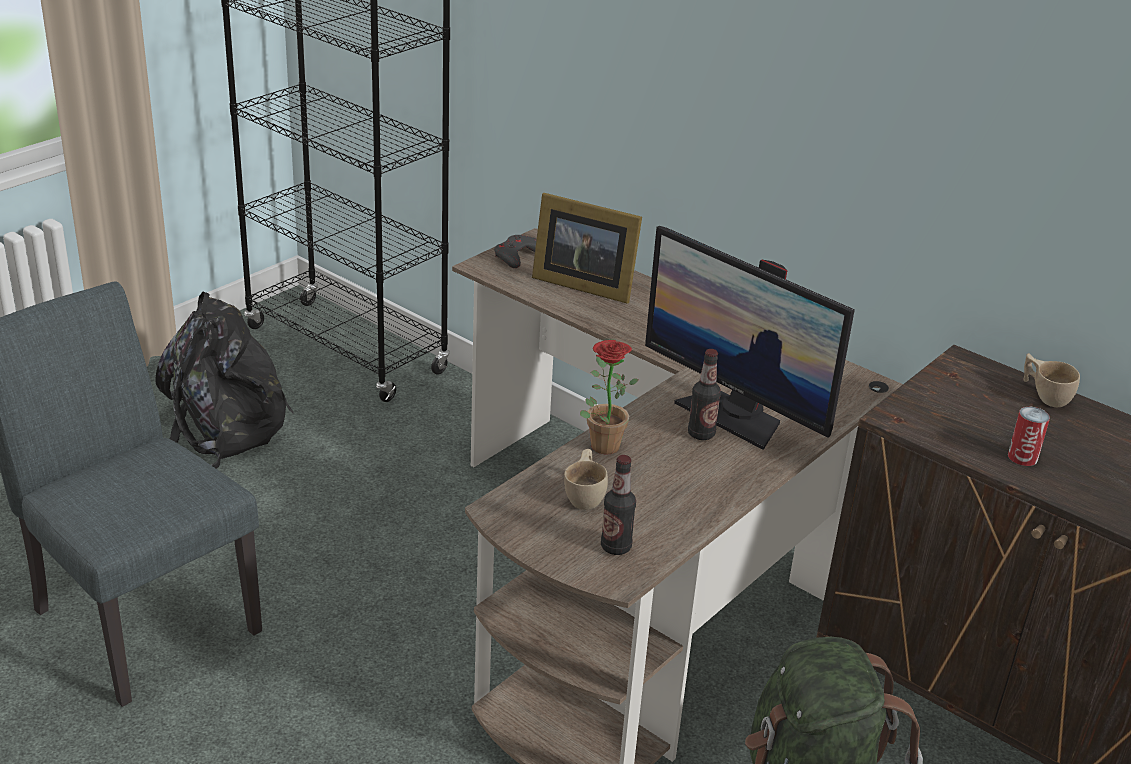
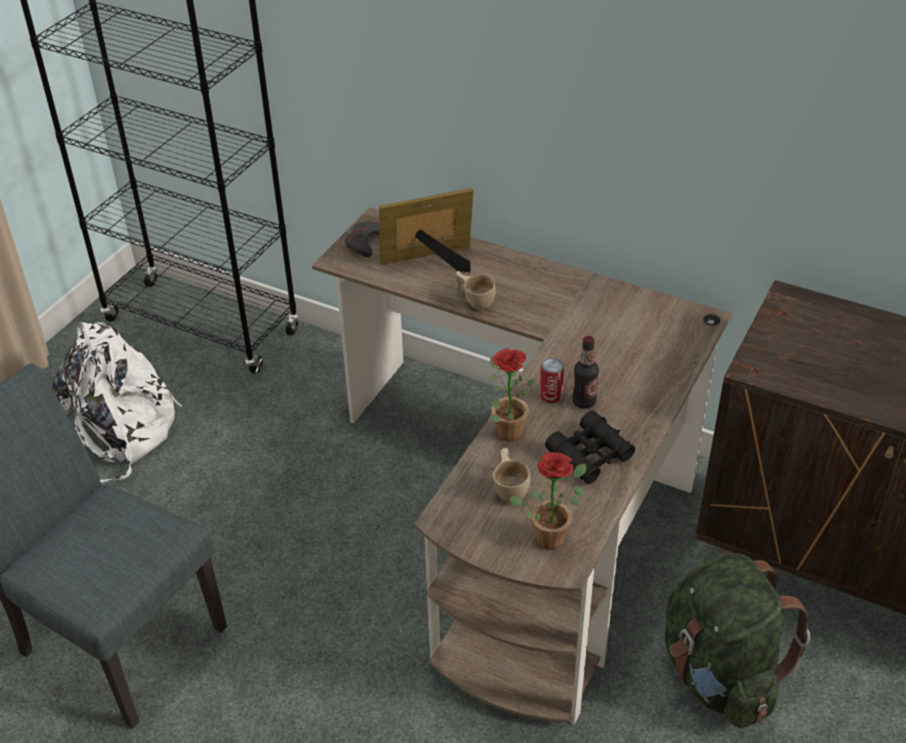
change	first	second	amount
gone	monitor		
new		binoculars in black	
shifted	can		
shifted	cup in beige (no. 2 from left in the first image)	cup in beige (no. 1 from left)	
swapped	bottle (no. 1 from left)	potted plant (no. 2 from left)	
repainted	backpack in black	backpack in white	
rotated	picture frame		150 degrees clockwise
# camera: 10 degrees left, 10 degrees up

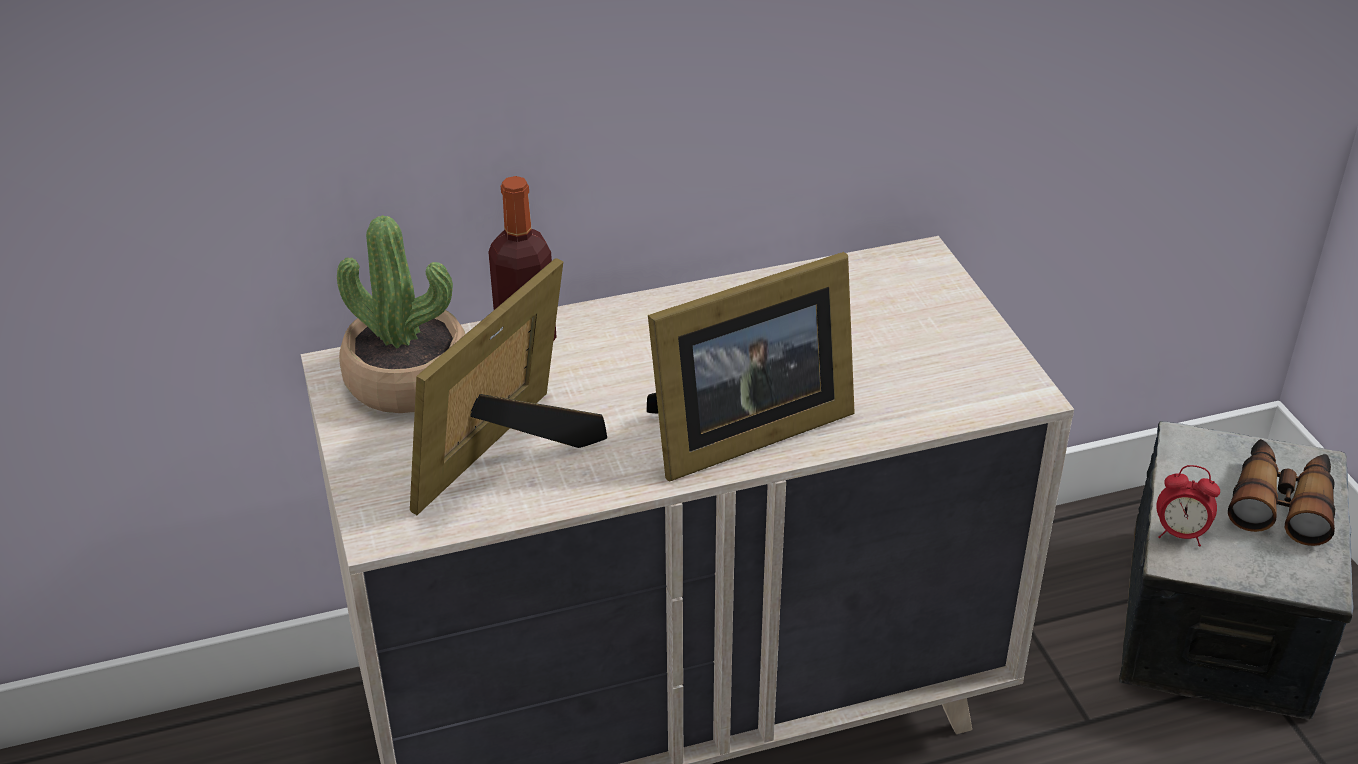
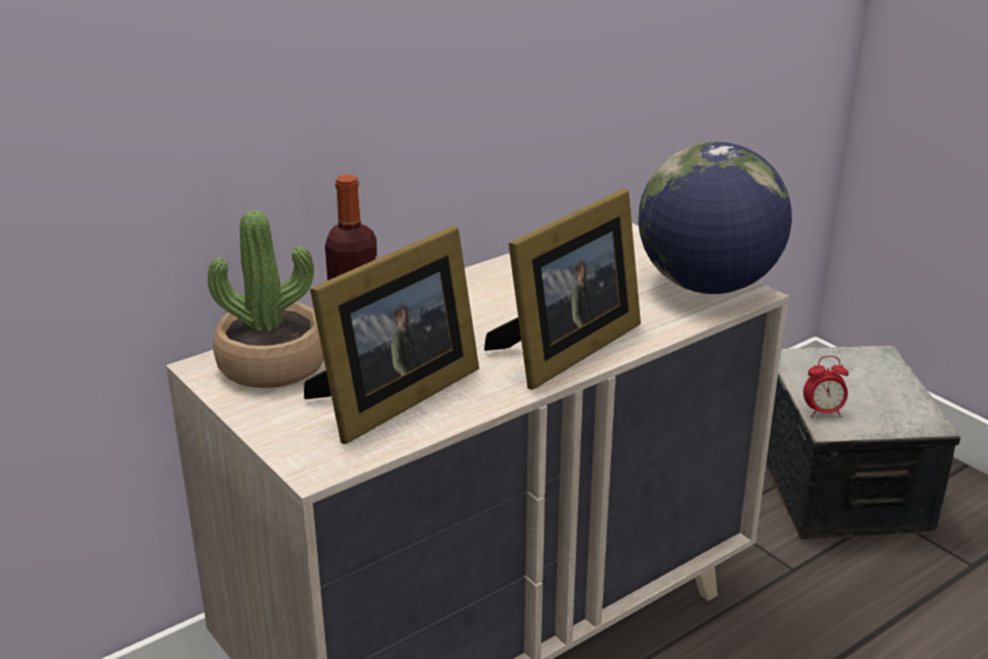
change	first	second	amount
gone	binoculars		
new		globe	
rotated	picture frame (no. 1 from left)		150 degrees counterclockwise
# camera: 20 degrees left, 10 degrees down

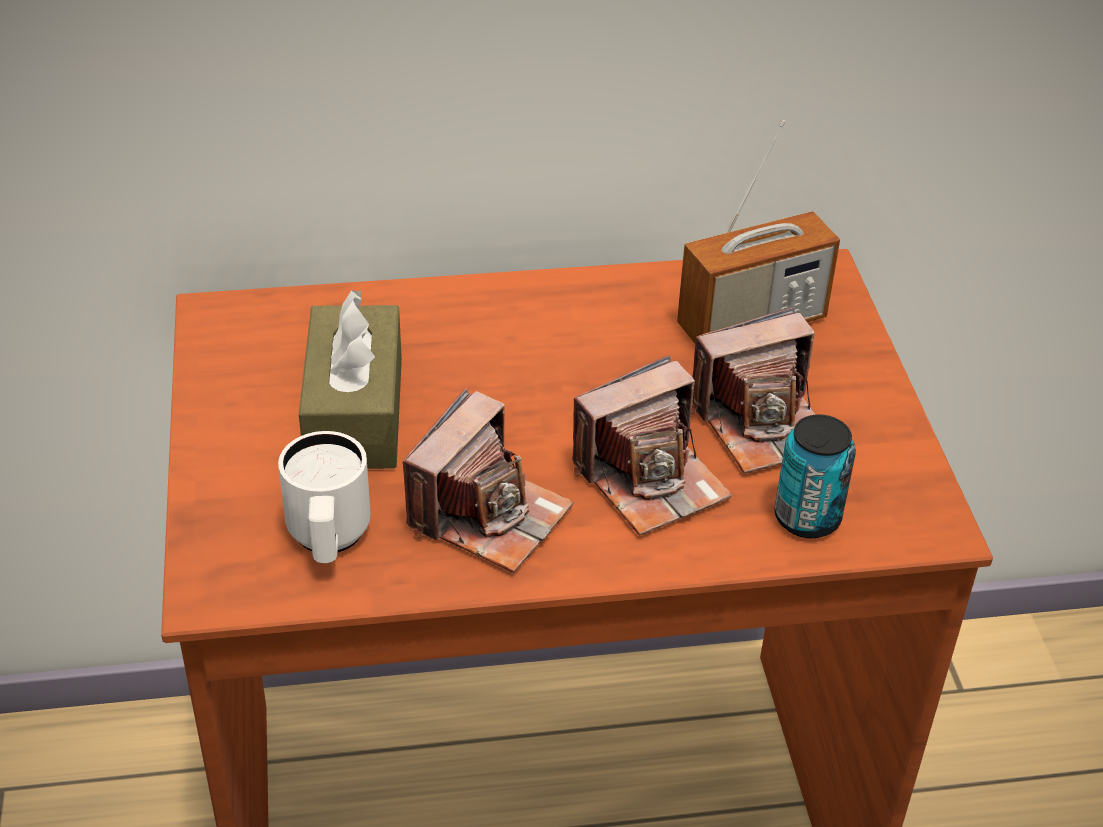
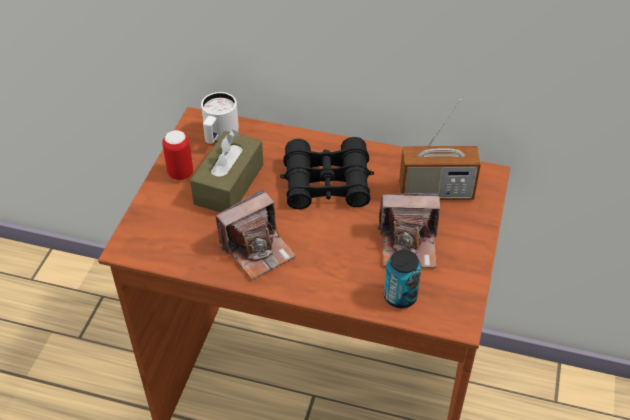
change	first	second	amount
gone	photo camera (no. 2 from left)		
new		can (no. 1 from left)	
new		binoculars in black	
shifted	mug in white		
# camera: 25 degrees right, 5 degrees up

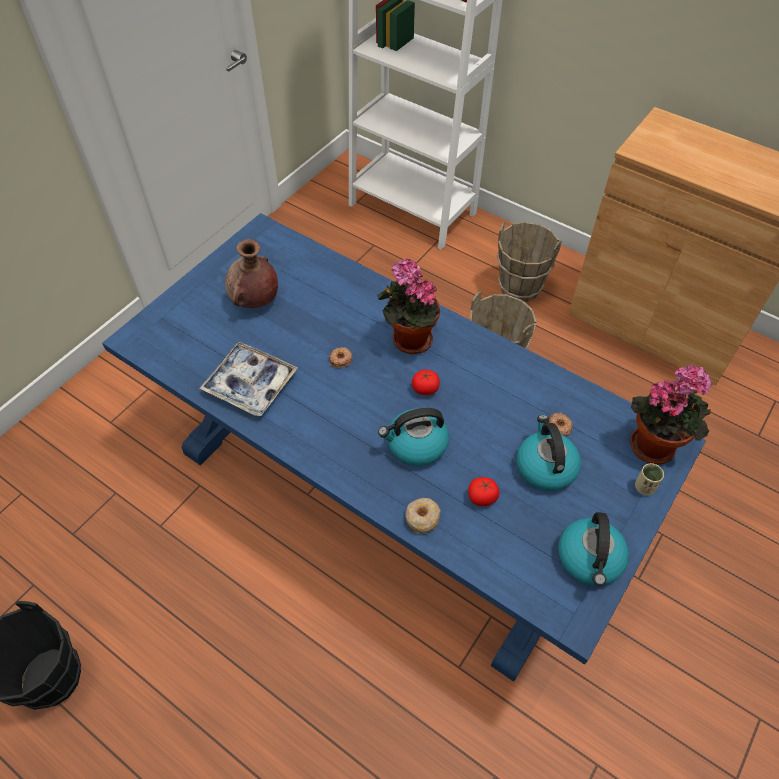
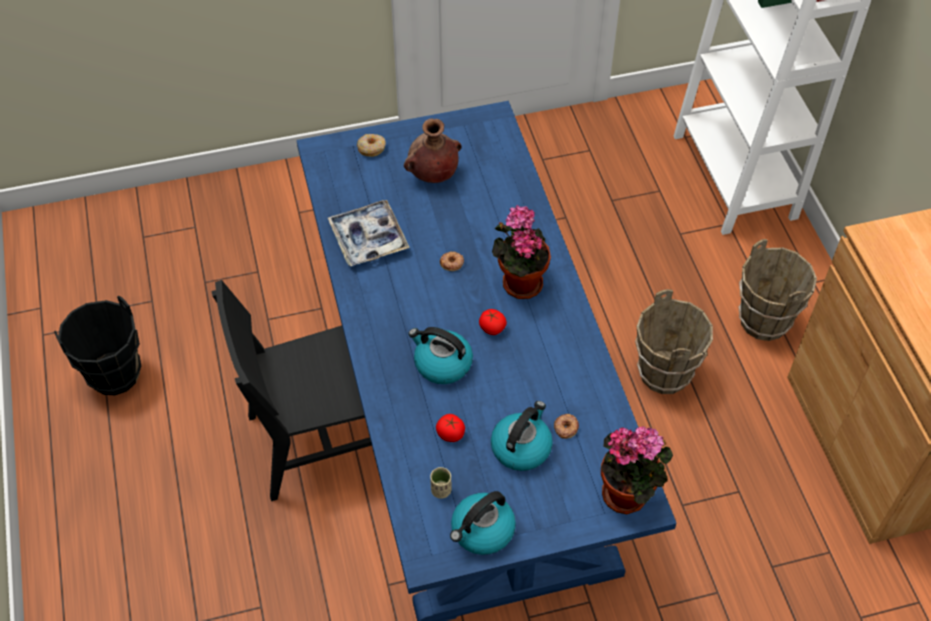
change	first	second	amount
new		chair in black	
shifted	donut (no. 2 from left in the first image)	donut (no. 1 from left)	
shifted	cup in beige		
# camera: 40 degrees right, 0 degrees up

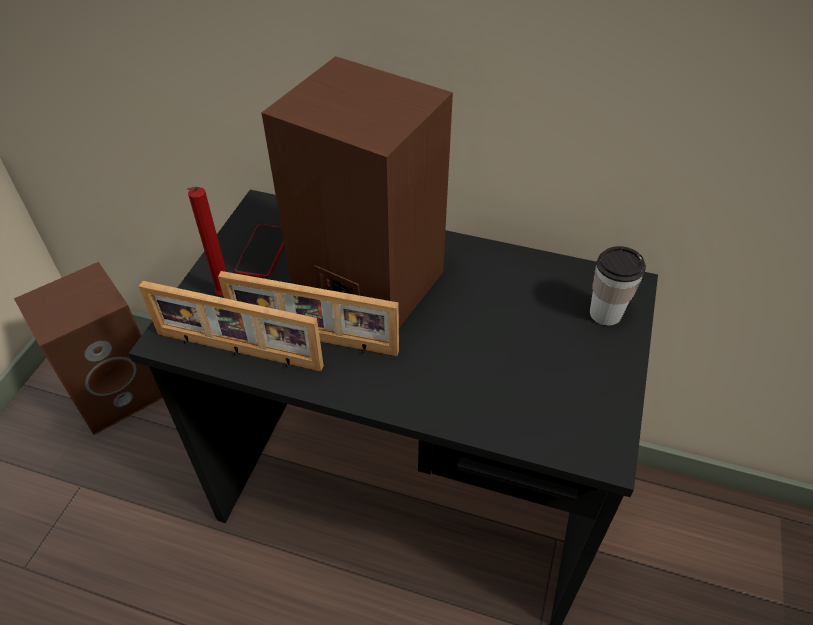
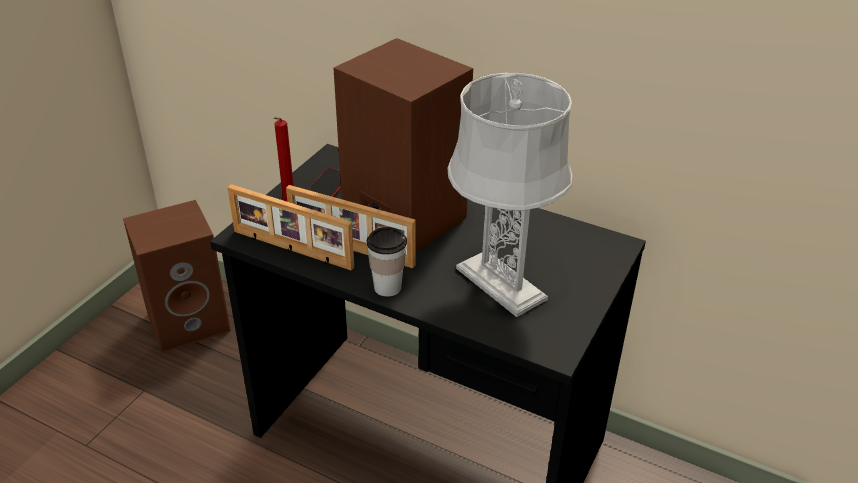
change	first	second	amount
new		table lamp in grey	
shifted	cup		
# camera: 10 degrees right, 10 degrees down

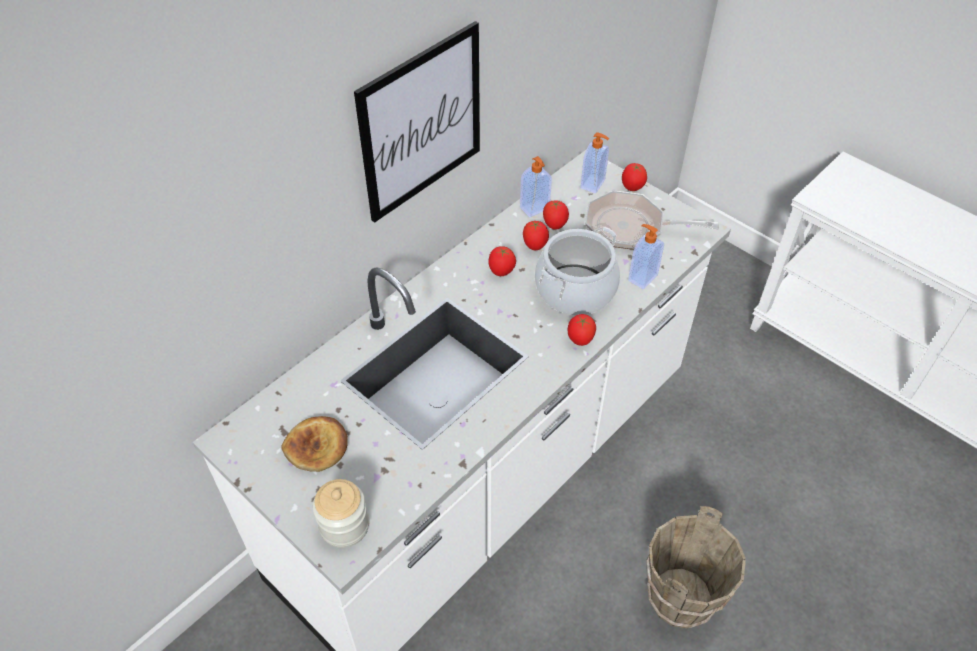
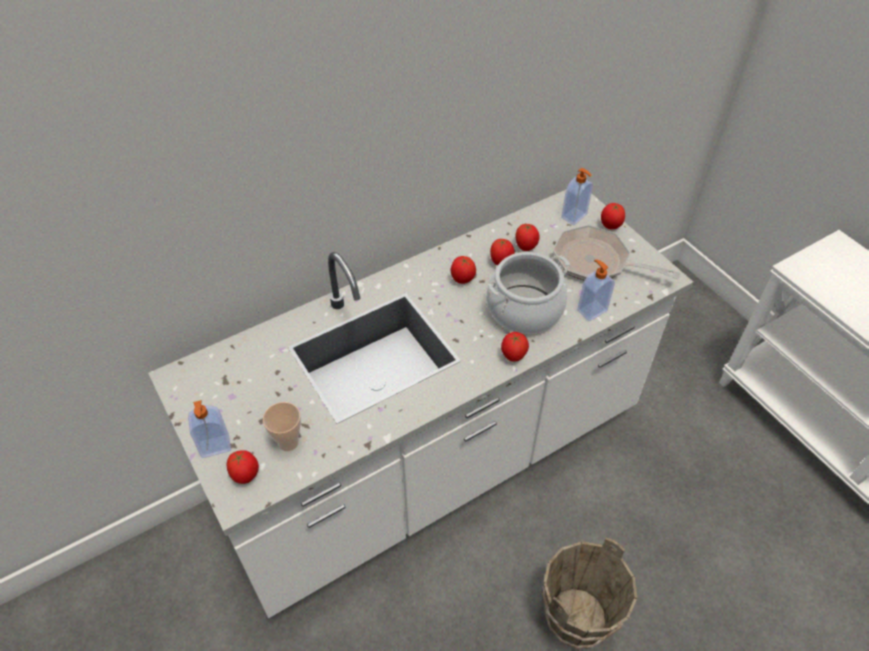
change	first	second	amount
gone	bread		
gone	picture		
new		cup	
shifted	soap dispenser (no. 1 from left)		
swapped	jar	tomato (no. 1 from left)	
# camera: 15 degrees right, 0 degrees up

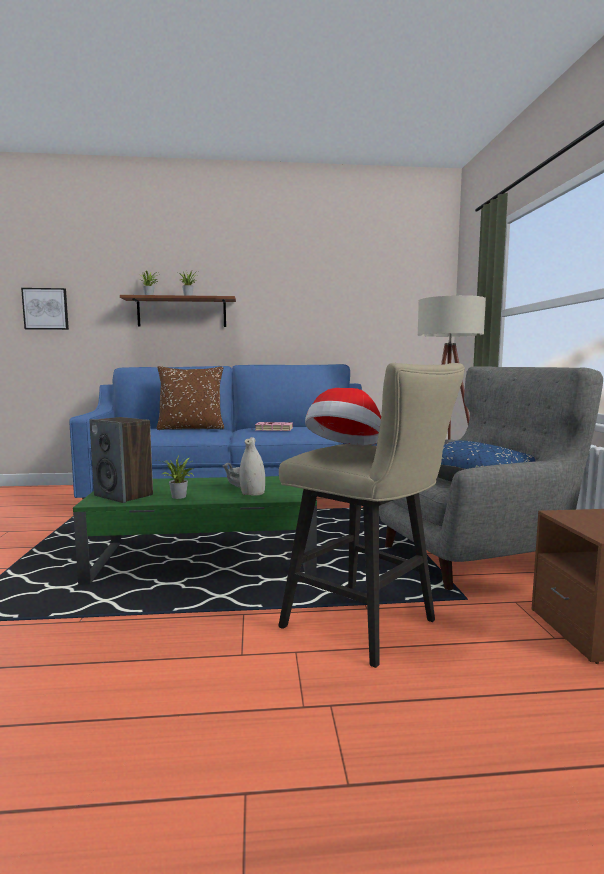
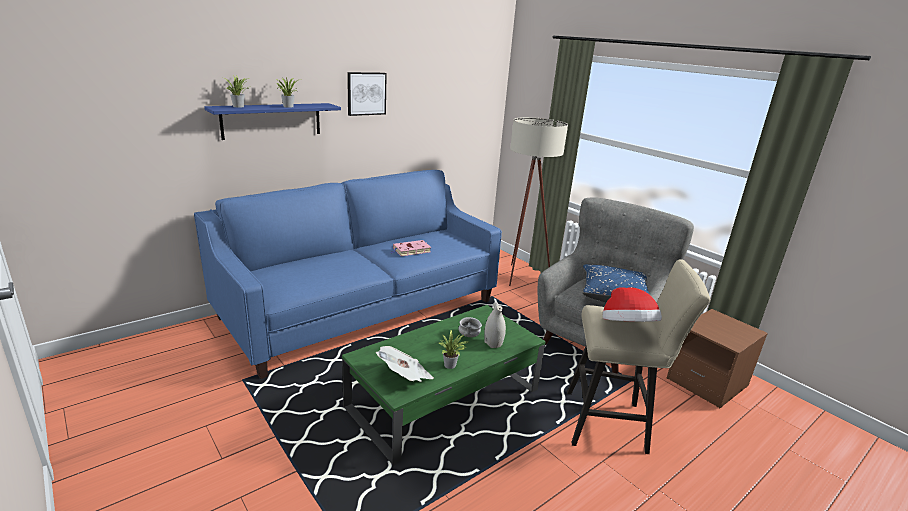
change	first	second	amount
gone	pillow in brown		
shifted	picture		
swapped	speaker	newspaper	
repainted	shelf in brown	shelf in blue	
# camera: 35 degrees left, 15 degrees up

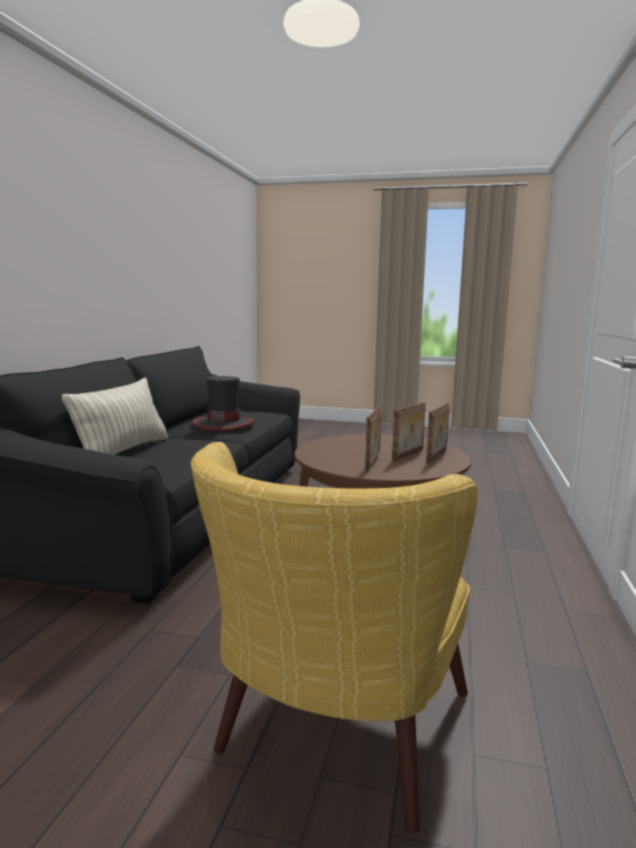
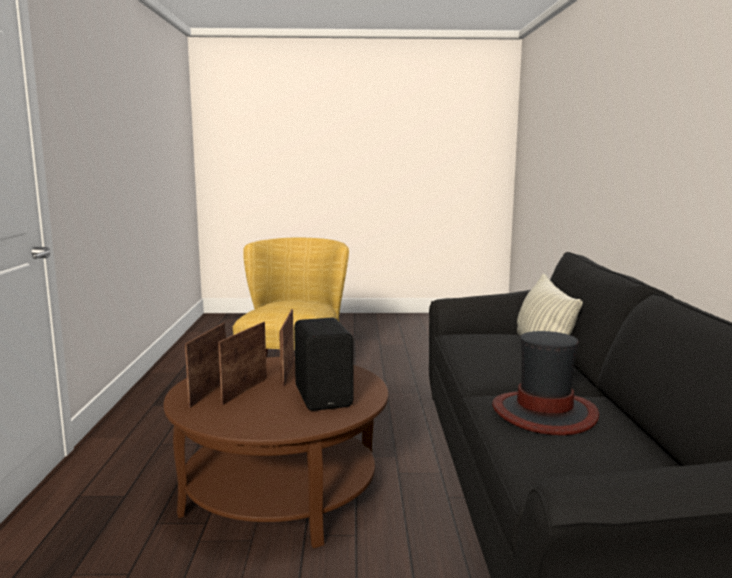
change	first	second	amount
new		speaker in black	
# camera: 165 degrees right, 0 degrees up

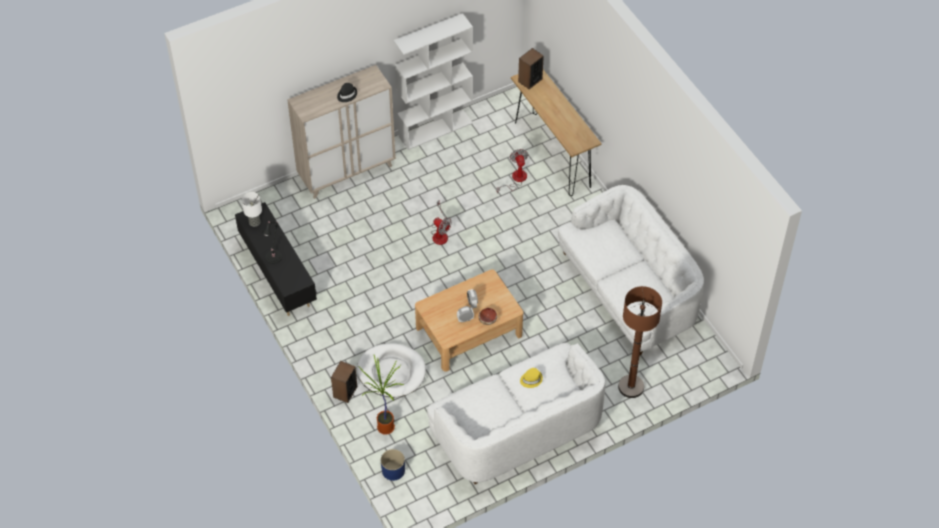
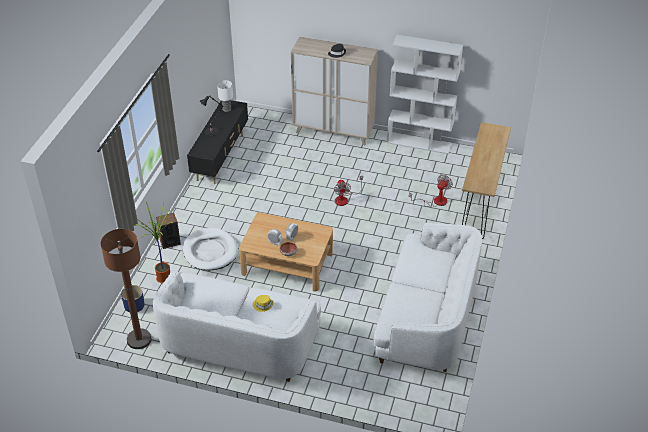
change	first	second	amount
gone	speaker (no. 2 from left)		
shifted	floor lamp in brown		
# camera: 45 degrees right, 10 degrees down

